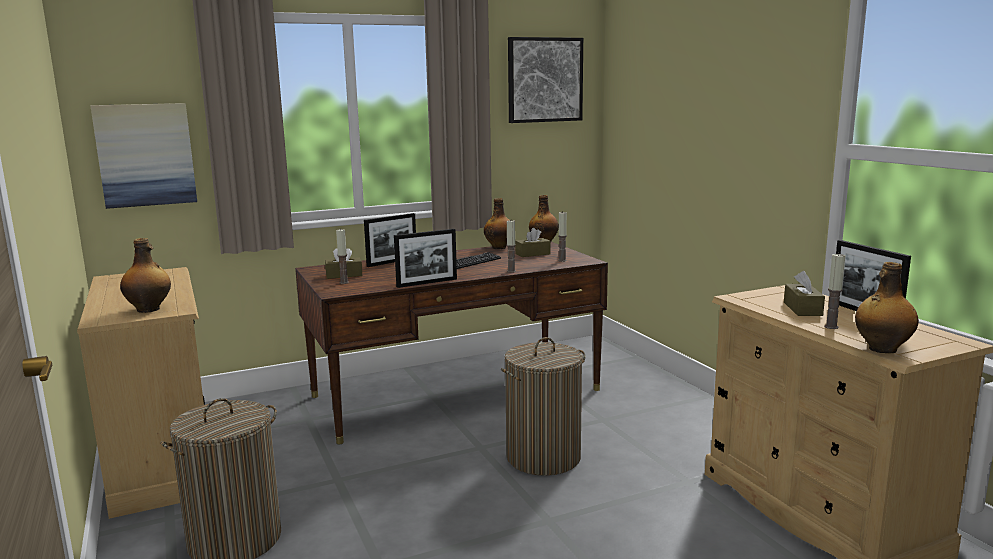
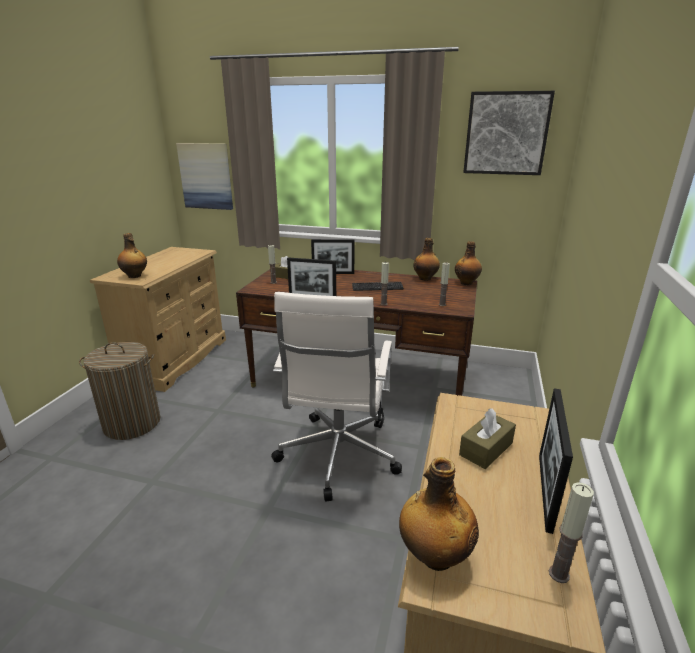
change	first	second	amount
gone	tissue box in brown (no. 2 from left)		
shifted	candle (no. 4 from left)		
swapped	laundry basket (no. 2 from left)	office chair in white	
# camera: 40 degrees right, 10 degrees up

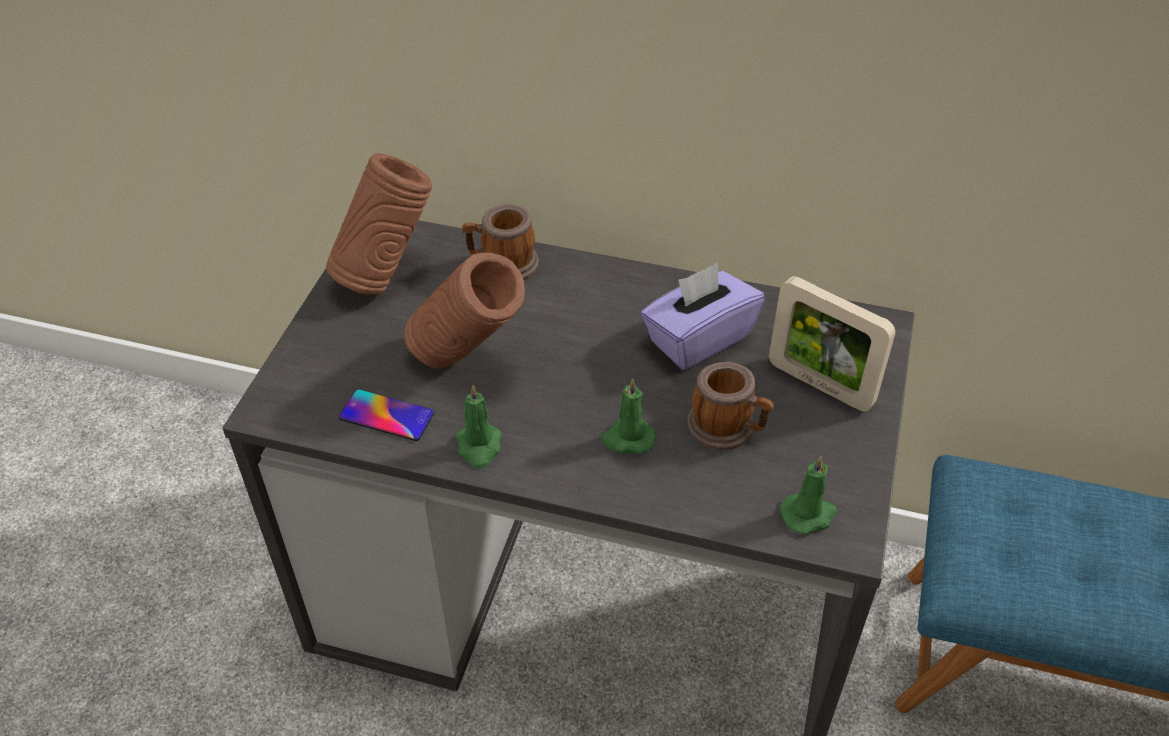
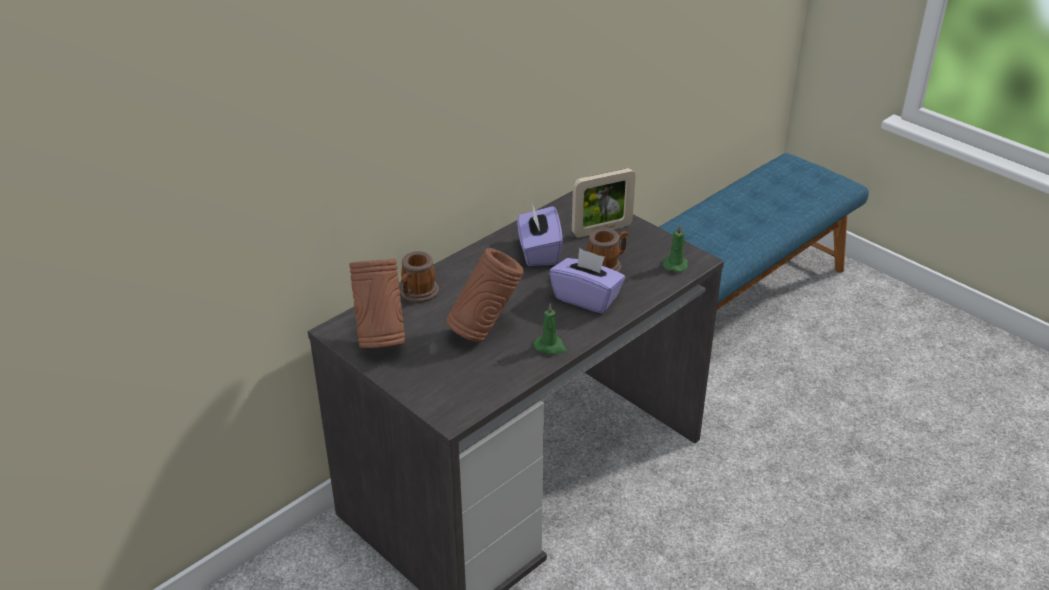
change	first	second	amount
gone	phone		
swapped	candle in green (no. 2 from left)	tissue box in purple (no. 2 from left)	
# camera: 60 degrees left, 10 degrees down

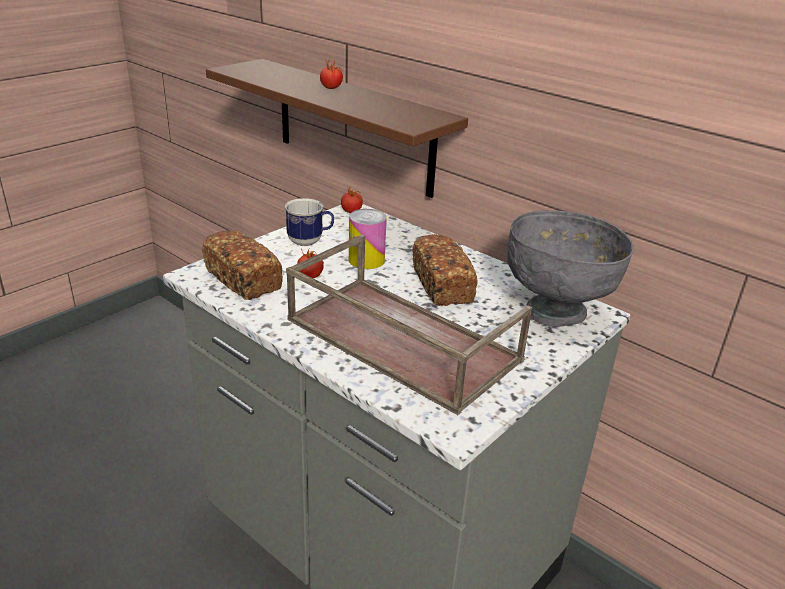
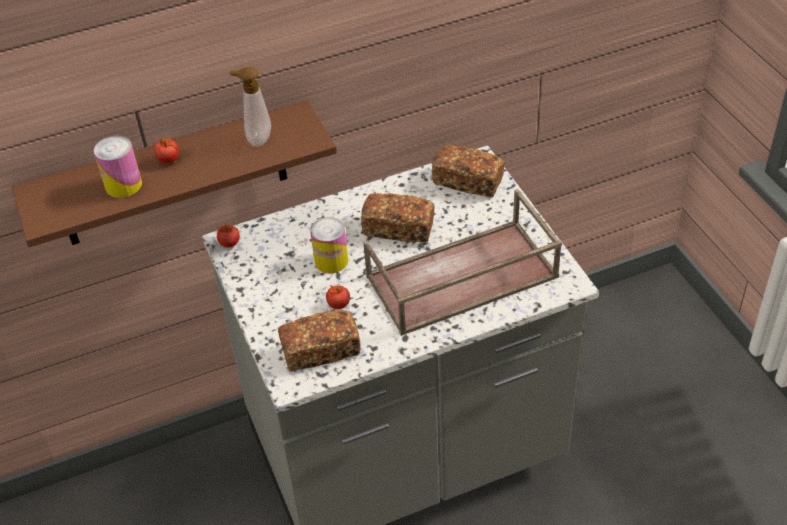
change	first	second	amount
gone	mug		
new		can (no. 1 from left)	
new		soap dispenser	
swapped	bowl in grey	bread (no. 3 from left)	
# camera: 60 degrees left, 15 degrees up

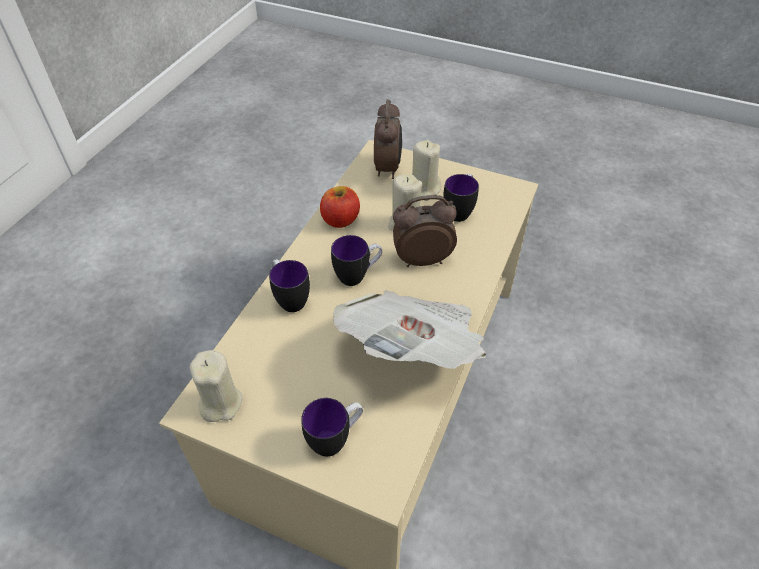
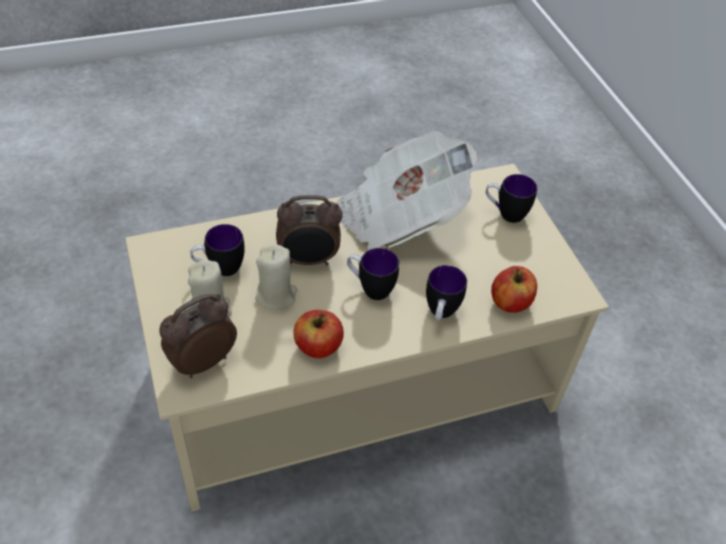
change	first	second	amount
gone	candle in beige (no. 1 from left)		
new		apple (no. 2 from left)	
rotated	alarm clock (no. 2 from left)		45 degrees counterclockwise
# camera: 135 degrees left, 0 degrees up

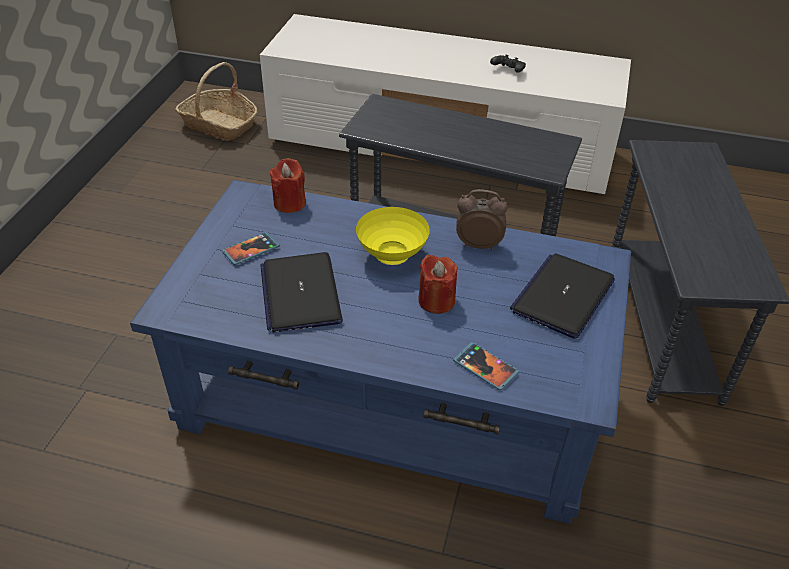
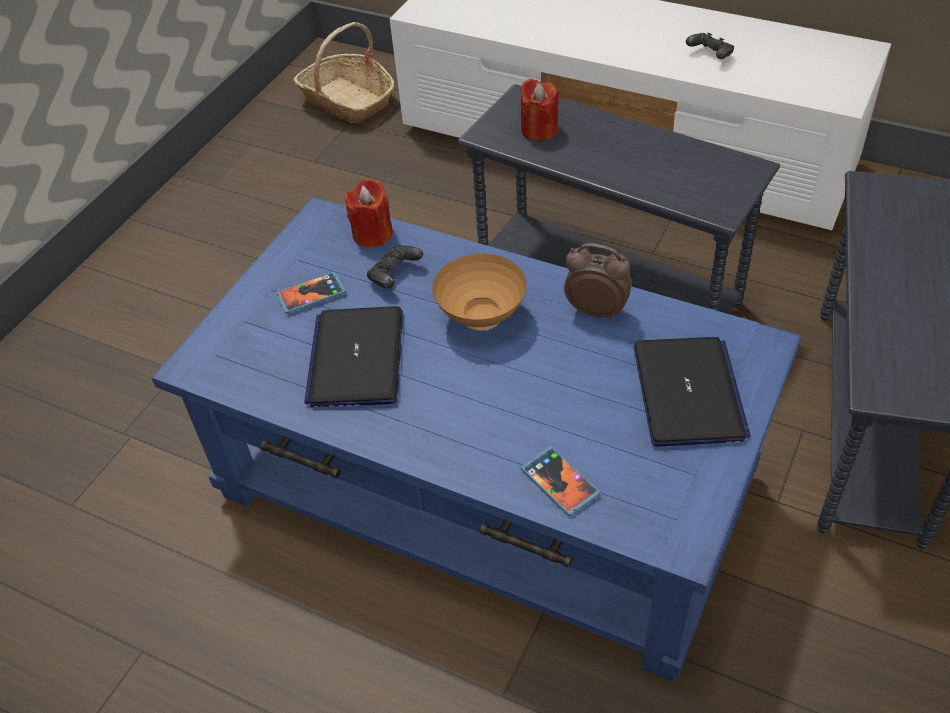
change	first	second	amount
new		game controller in black (no. 1 from left)	
shifted	candle in red (no. 2 from left)		
repainted	bowl in yellow	bowl in brown	
rotated	laptop (no. 2 from left)		135 degrees clockwise
# camera: 15 degrees right, 5 degrees up

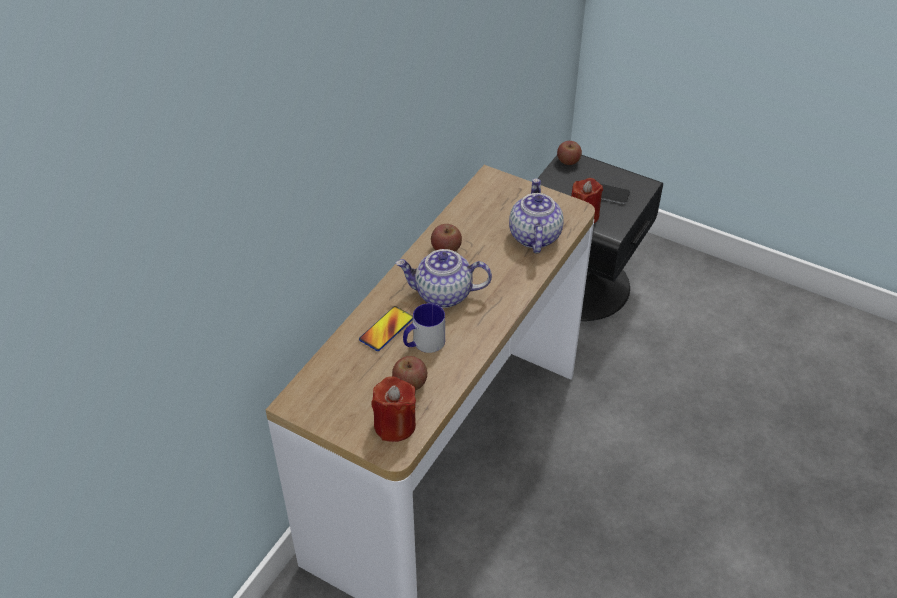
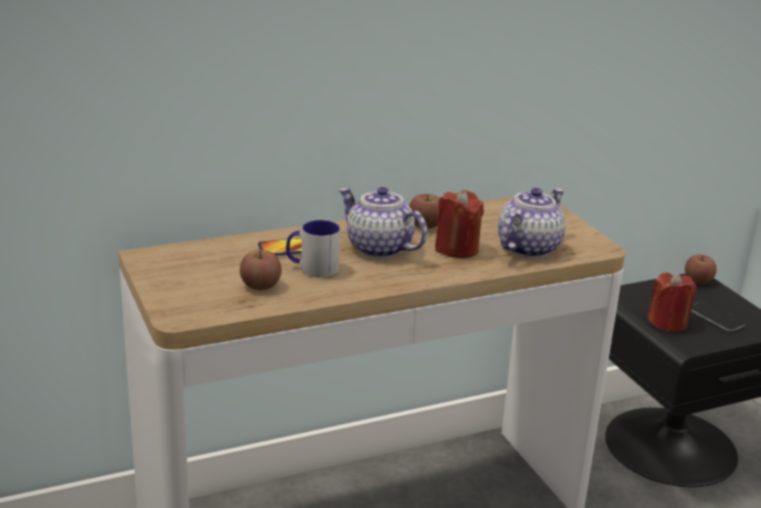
change	first	second	amount
shifted	candle in red (no. 1 from left)		
# camera: 35 degrees right, 20 degrees down

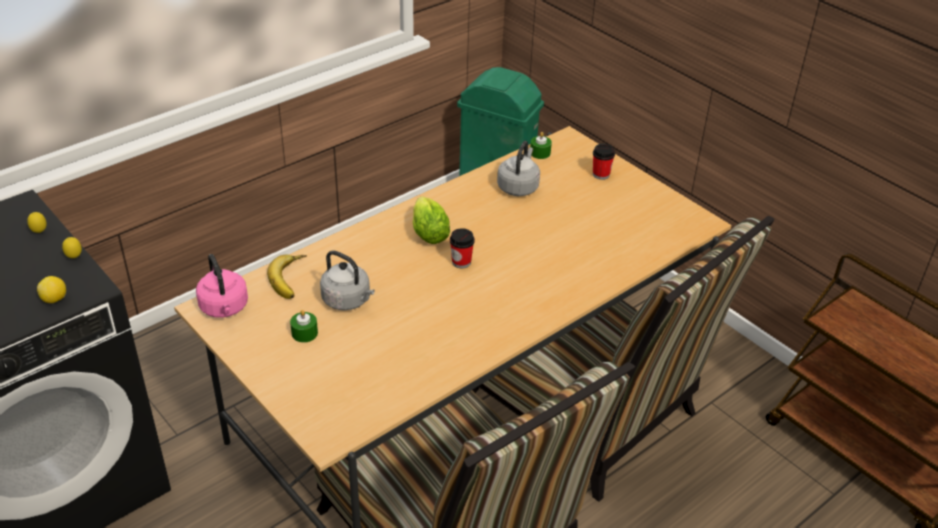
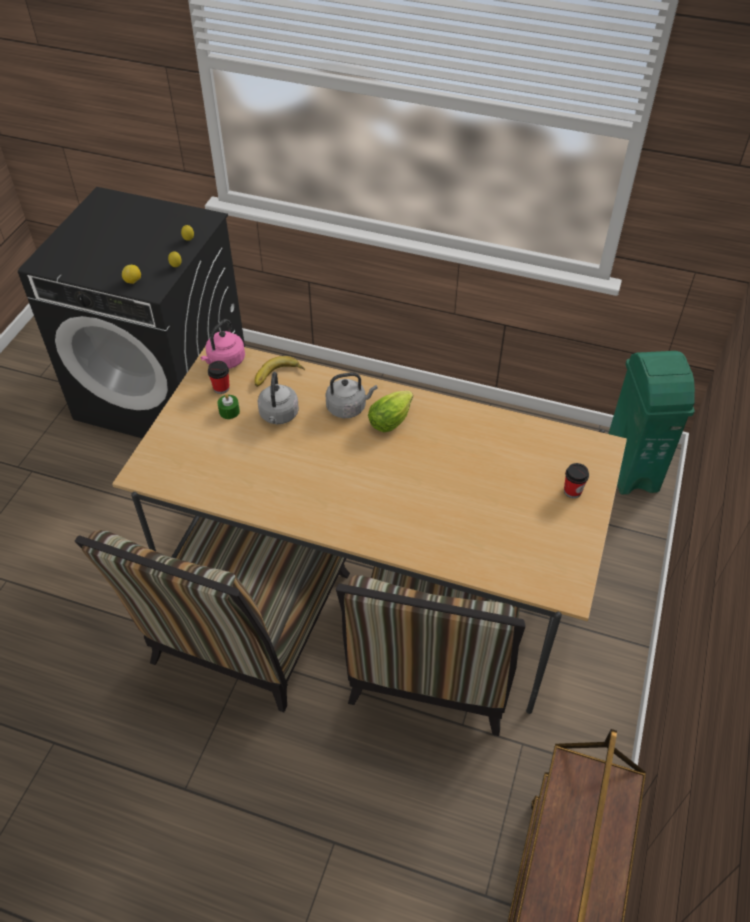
change	first	second	amount
gone	candle in green (no. 2 from left)		
shifted	cup (no. 1 from left)		
shifted	kettle in grey (no. 2 from left)		
# camera: 60 degrees right, 10 degrees up

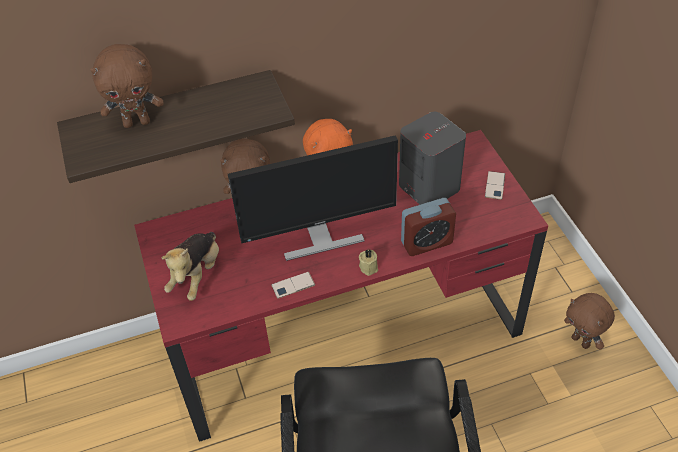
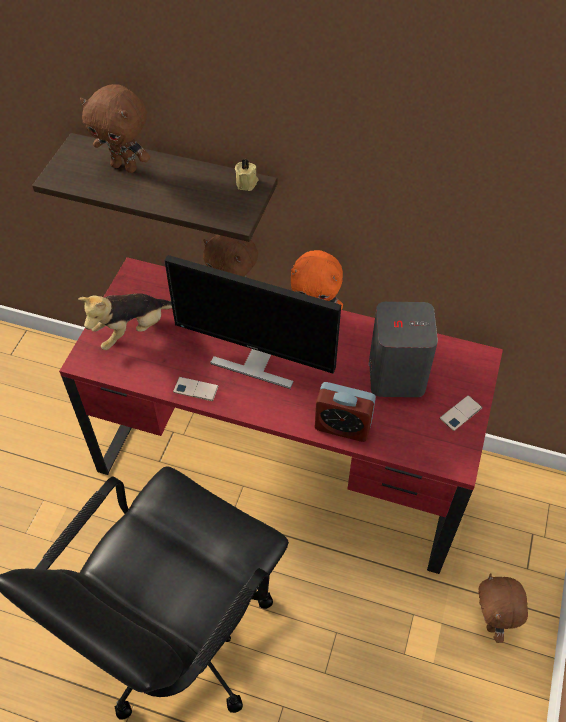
change	first	second	amount
shifted	candle in beige		
# camera: 35 degrees right, 5 degrees up

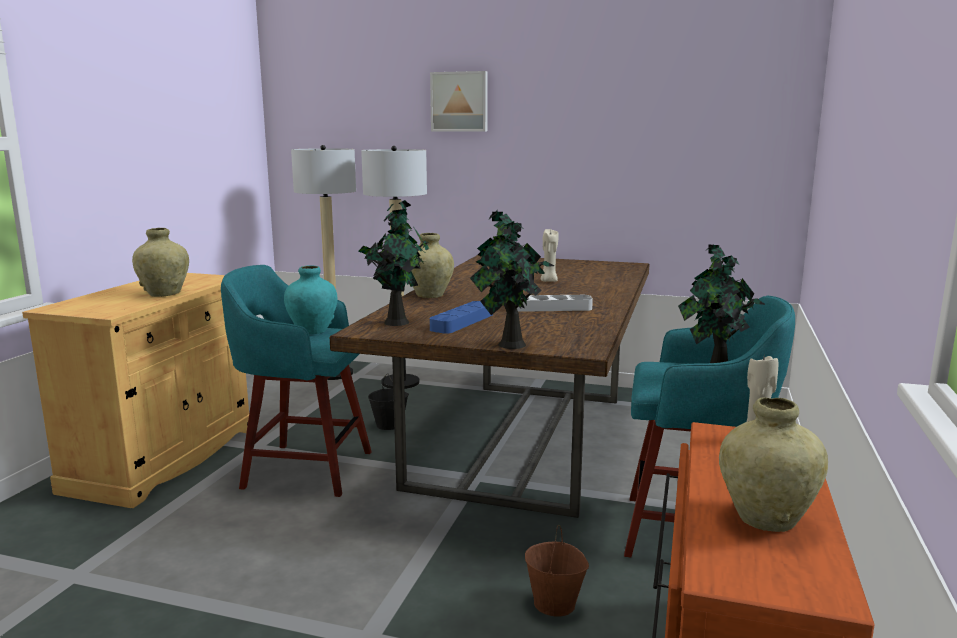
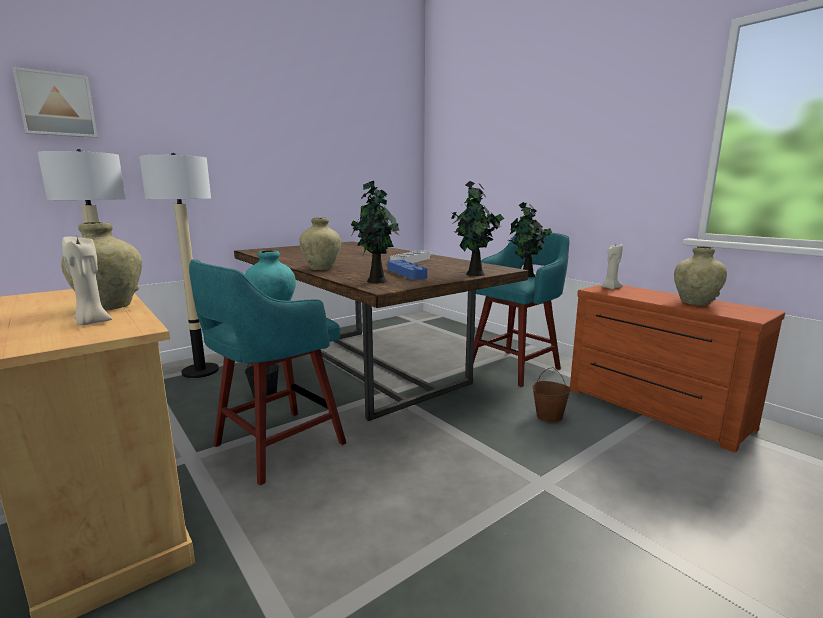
change	first	second	amount
shifted	picture		
shifted	candle in beige (no. 1 from left)		
# camera: 55 degrees left, 0 degrees up

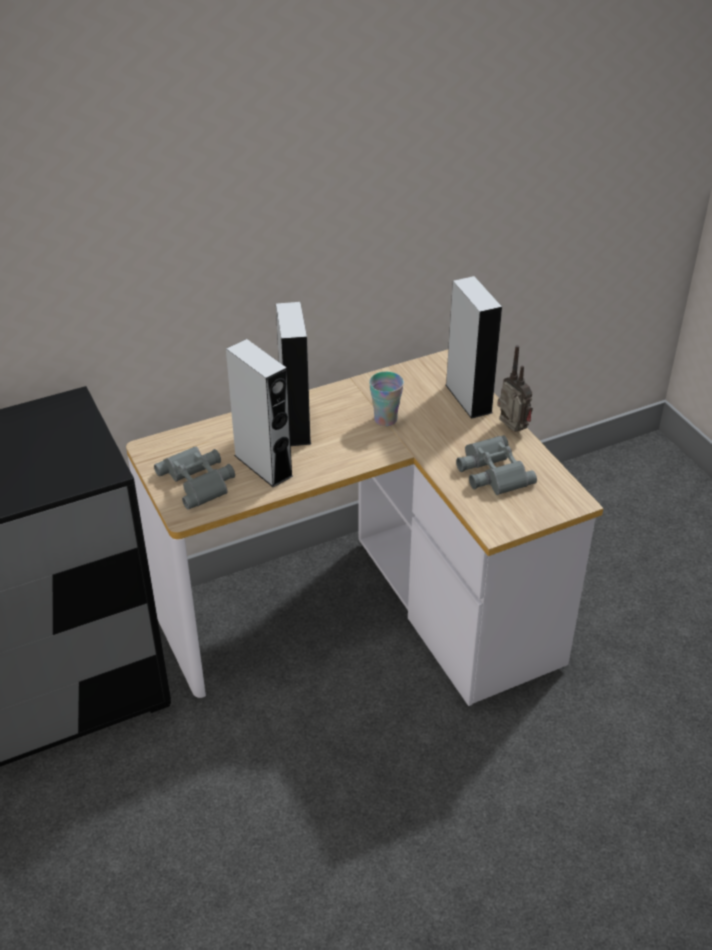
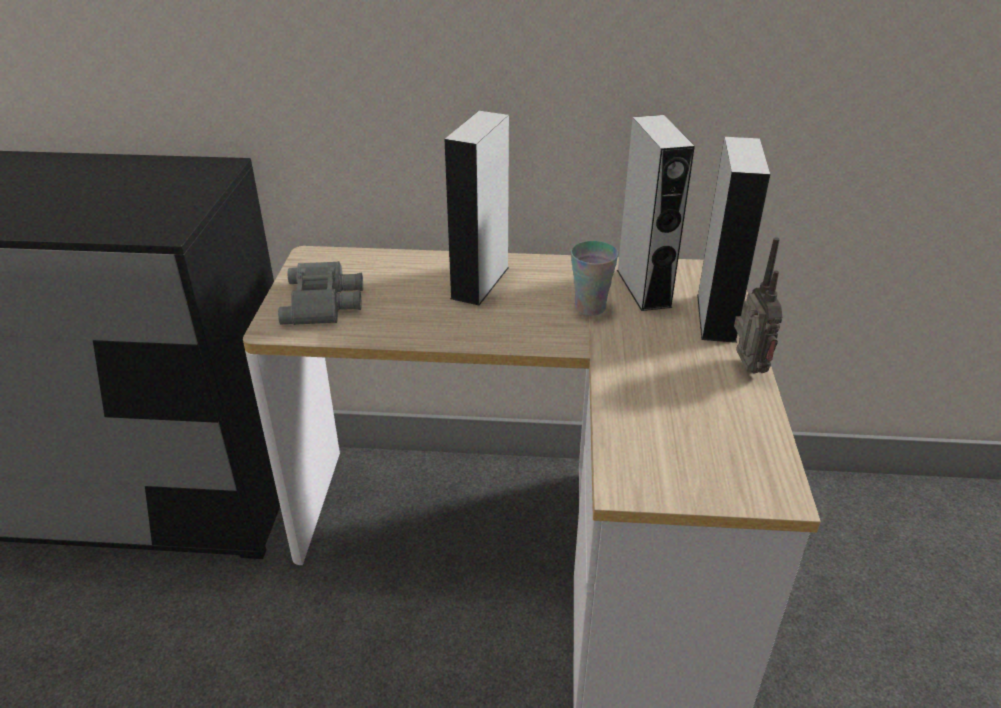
change	first	second	amount
gone	binoculars in grey (no. 2 from left)		
shifted	speaker in grey (no. 1 from left in the first image)	speaker in grey (no. 2 from left)	
# camera: 30 degrees right, 5 degrees down

